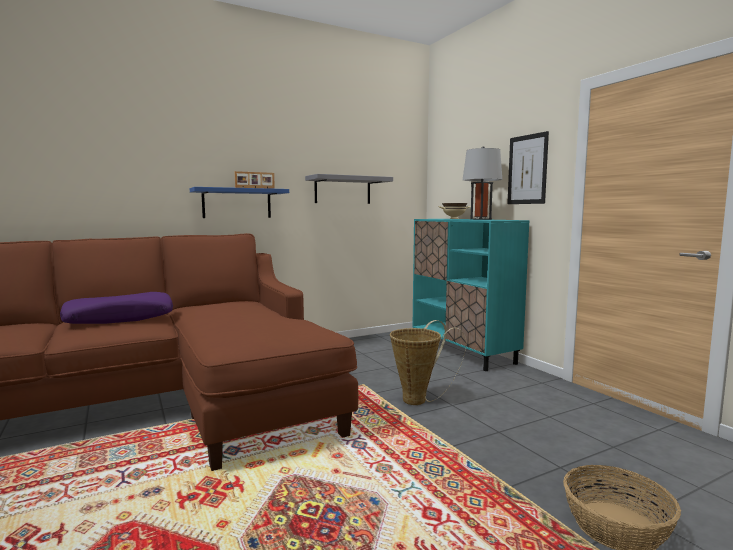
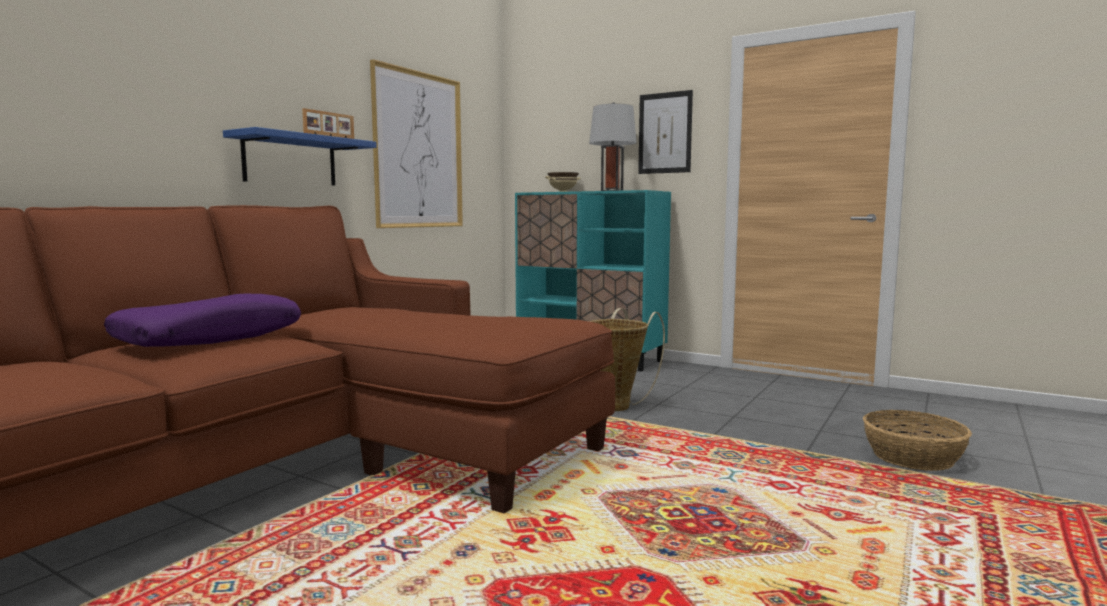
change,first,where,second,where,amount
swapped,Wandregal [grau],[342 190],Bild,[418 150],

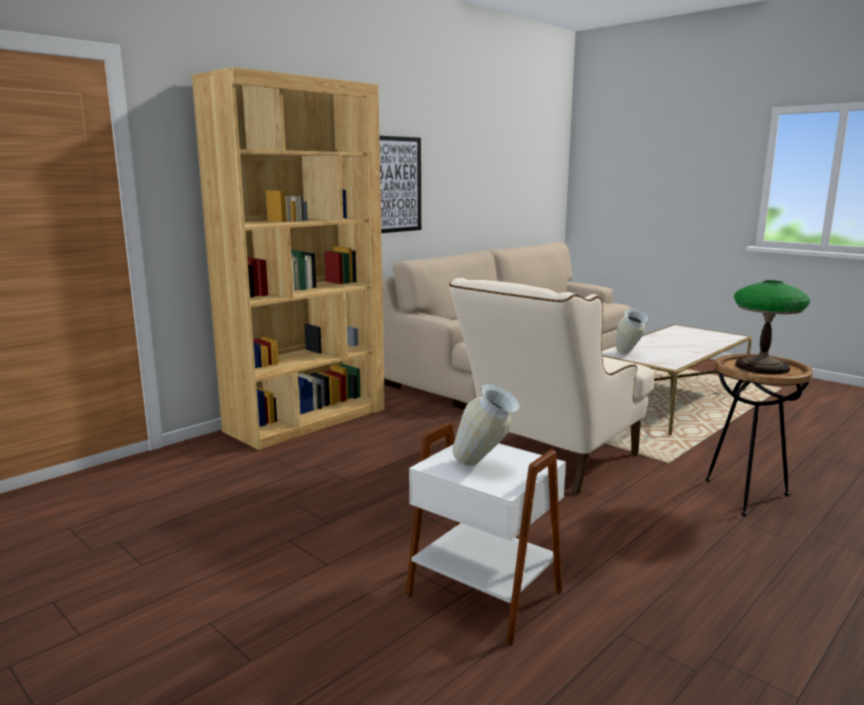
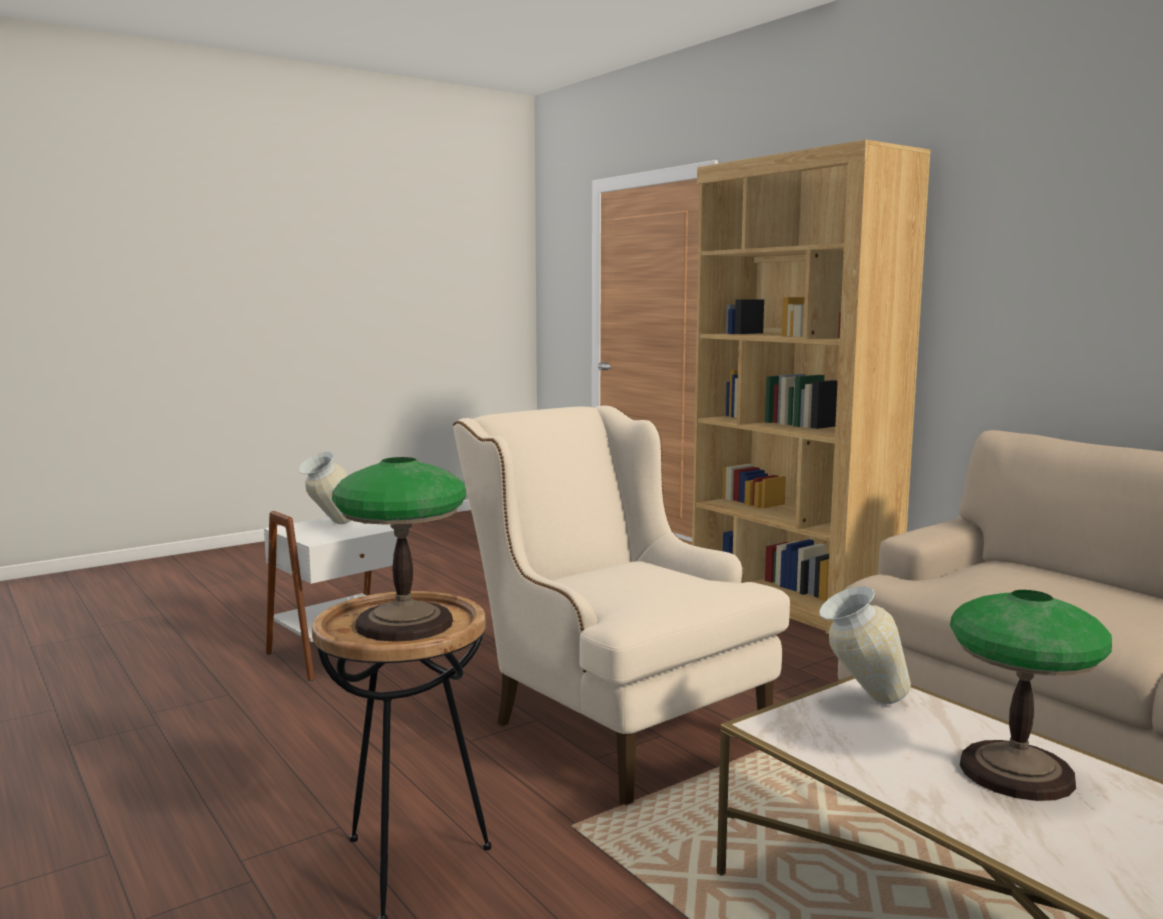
change,first,where,second,where,amount
gone,Bild,[396 184],,,
new,,,Tischlampe,[1016 772],

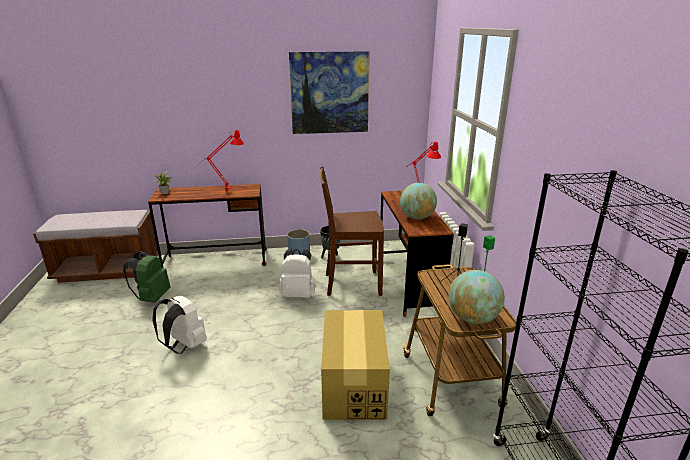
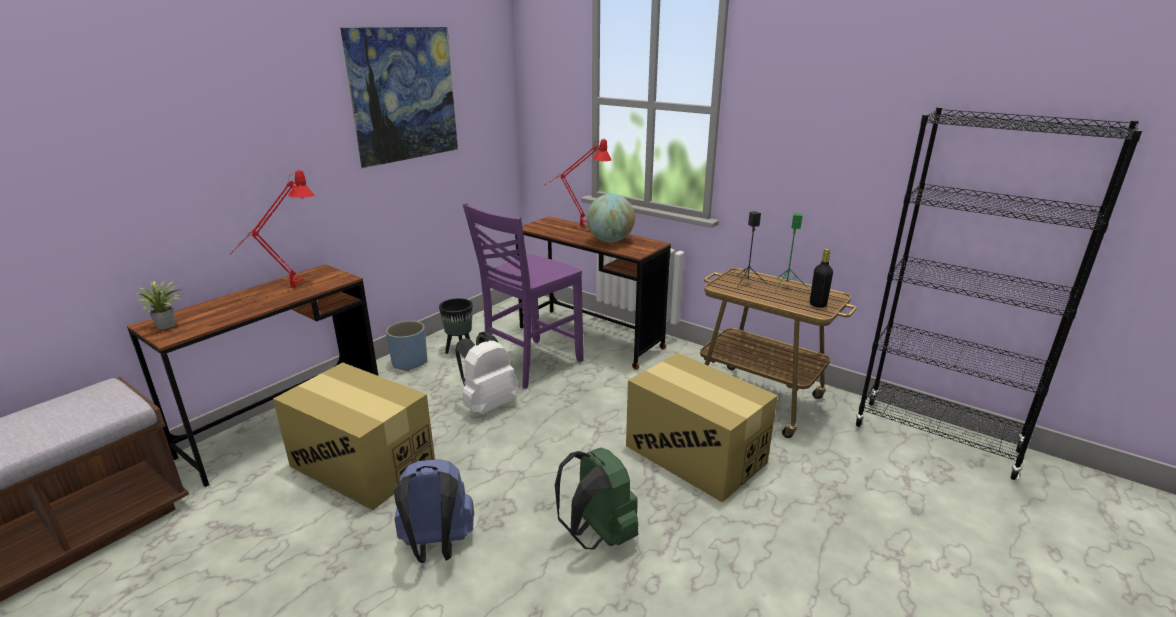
change,first,where,second,where,amount
new,,,Karton,[362 464],
shifted,Rucksack [grün],[152 298],,[598 535],
swapped,Globus,[472 319],Flasche [schwarz],[817 304],
repainted,Rucksack [weiß],[184 346],Rucksack [blau],[437 546],
repainted,Stuhl [braun],[351 283],Stuhl [lila],[530 364],

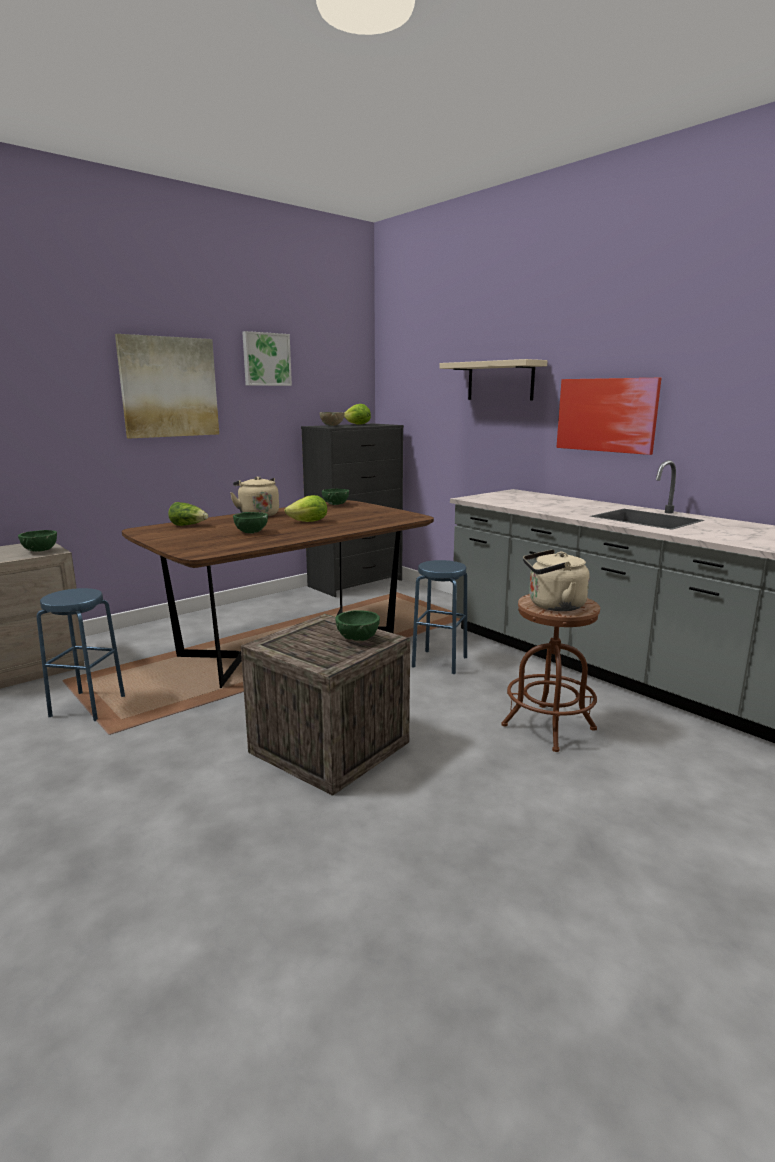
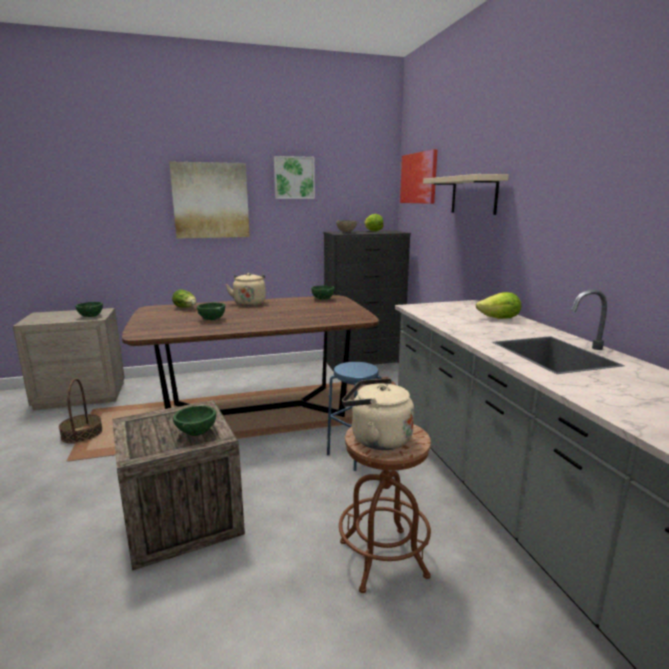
change,first,where,second,where,amount
shifted,Salatkopf,[309 522],,[499 319],
shifted,Bild,[606 415],,[418 178],
swapped,Hocker [blau],[87 706],Korb,[82 434],

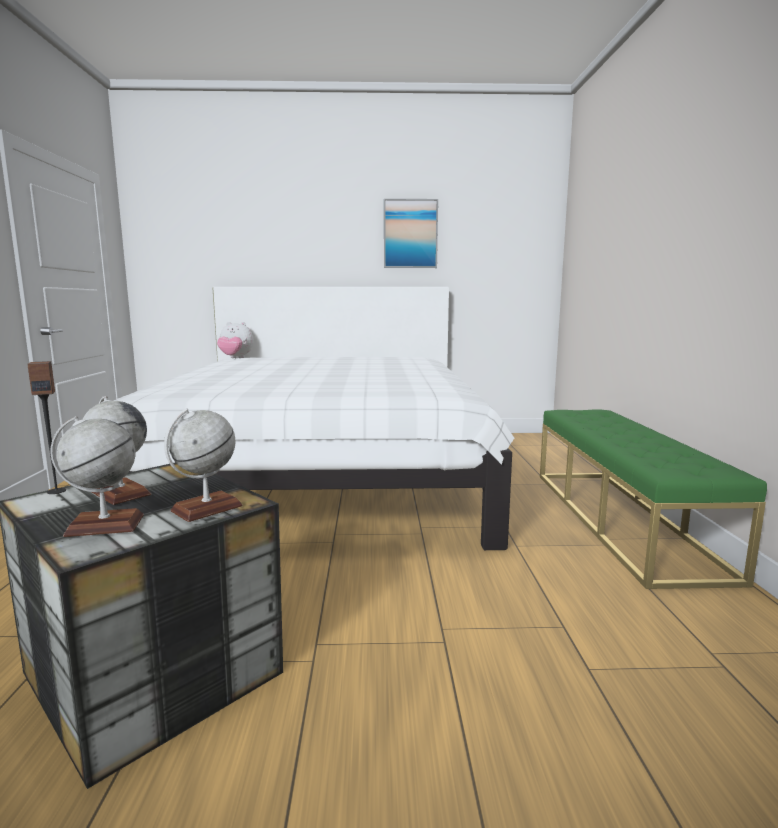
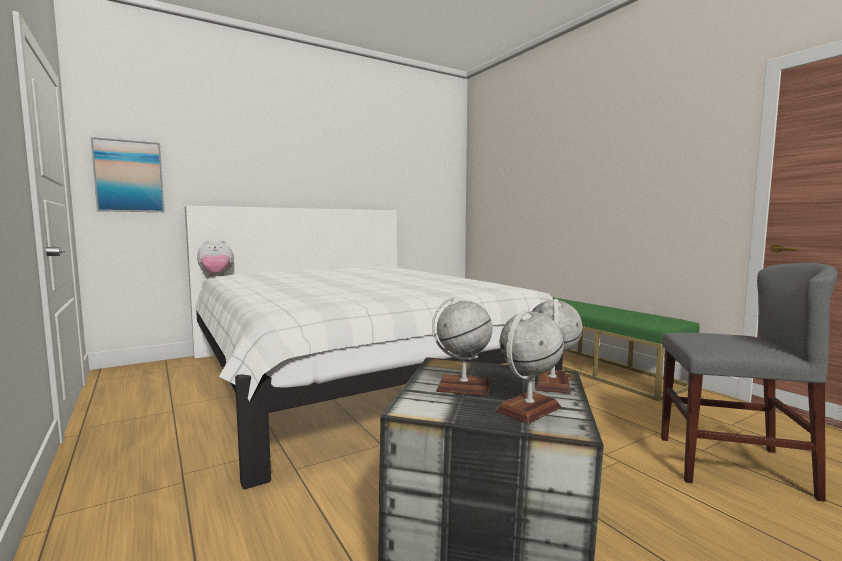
change,first,where,second,where,amount
gone,Lautsprecher,[56 491],,,
new,,,Stuhl [grau],[731 465],
shifted,Bild,[410 234],,[129 176],

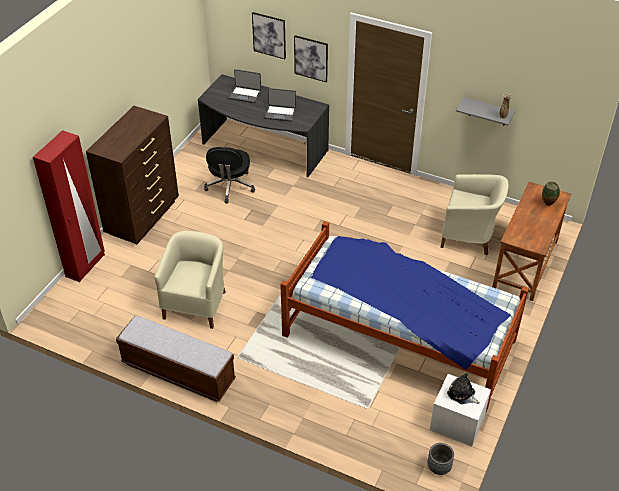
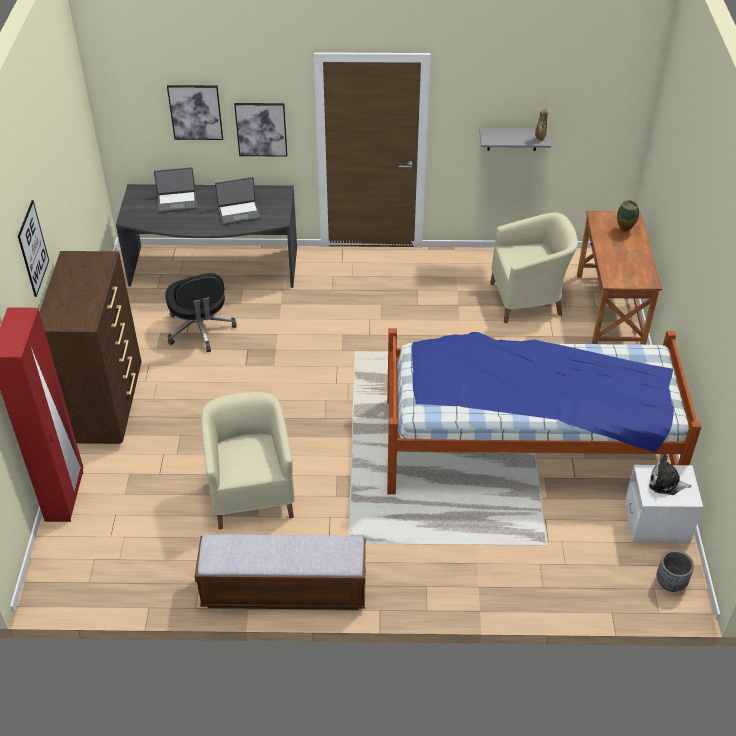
change,first,where,second,where,amount
new,,,Bild,[33 248],

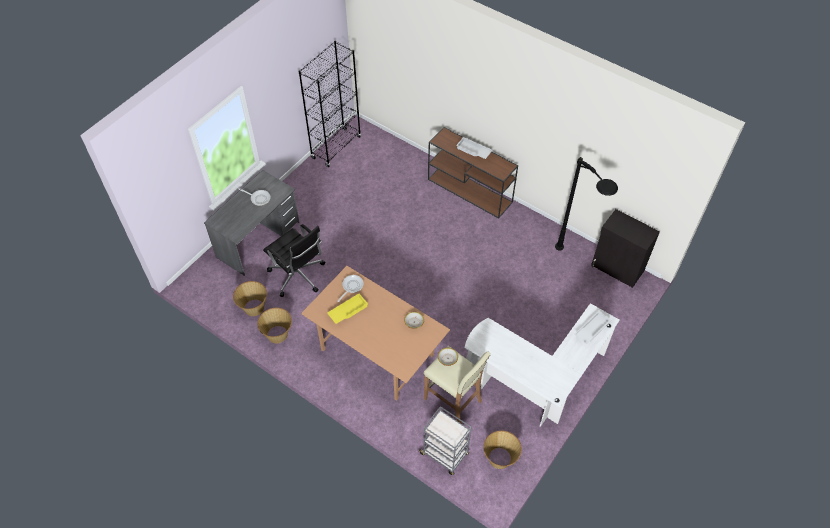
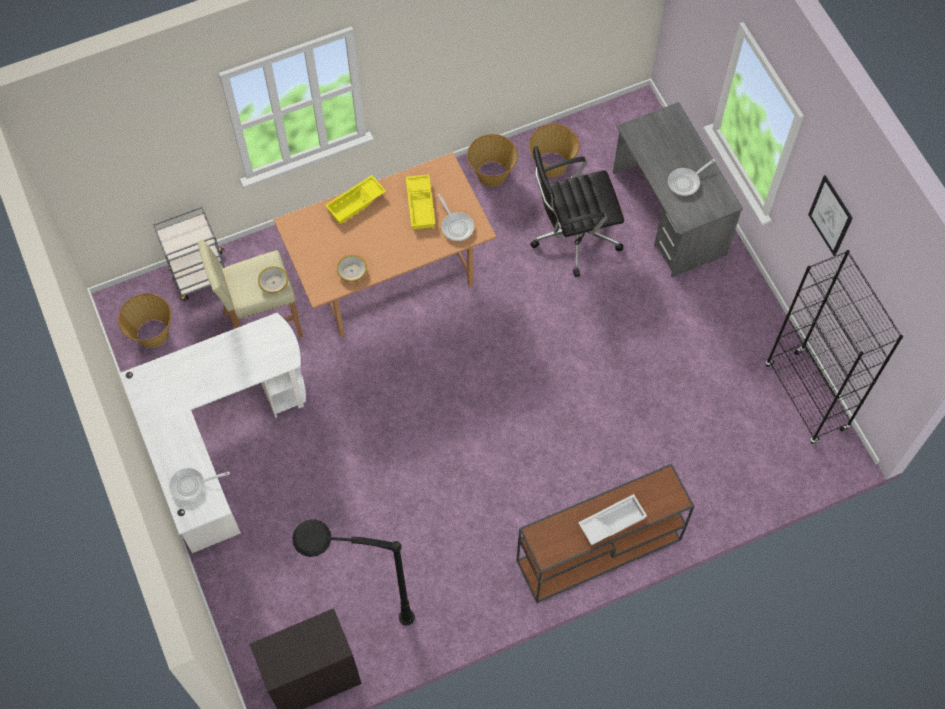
change,first,where,second,where,amount
new,,,Tablett [gelb],[356 203],
new,,,Bild,[830 216],
swapped,Tablett [weiß],[591 329],Pfanne,[191 485],

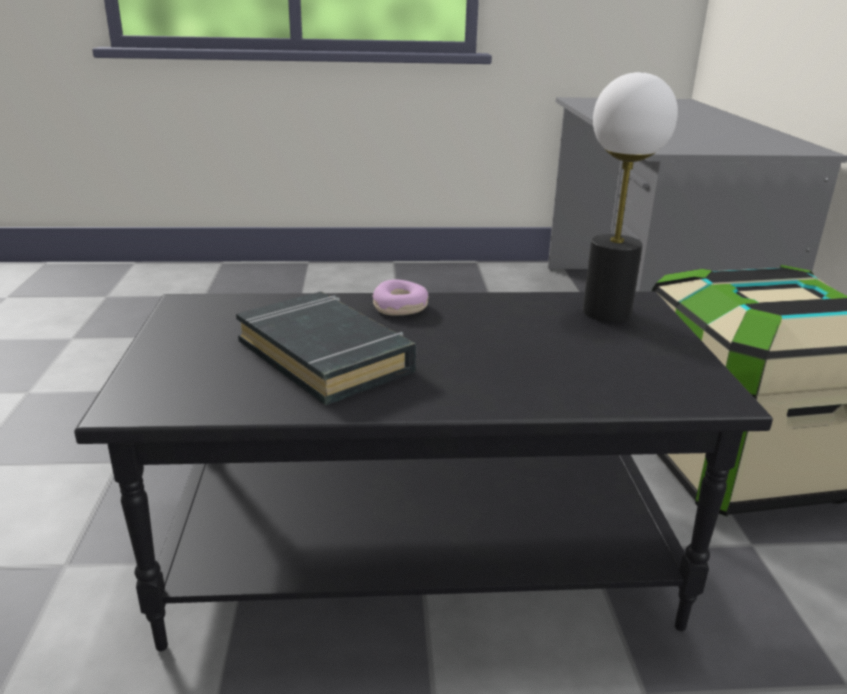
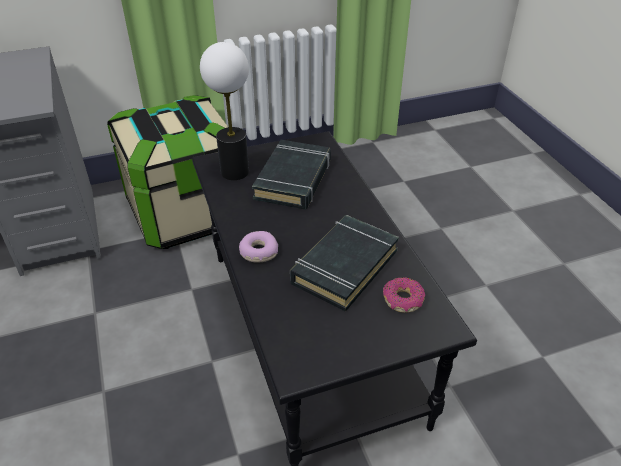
change,first,where,second,where,amount
new,,,Buch [schwarz],[293 179],
new,,,Donut,[402 300],

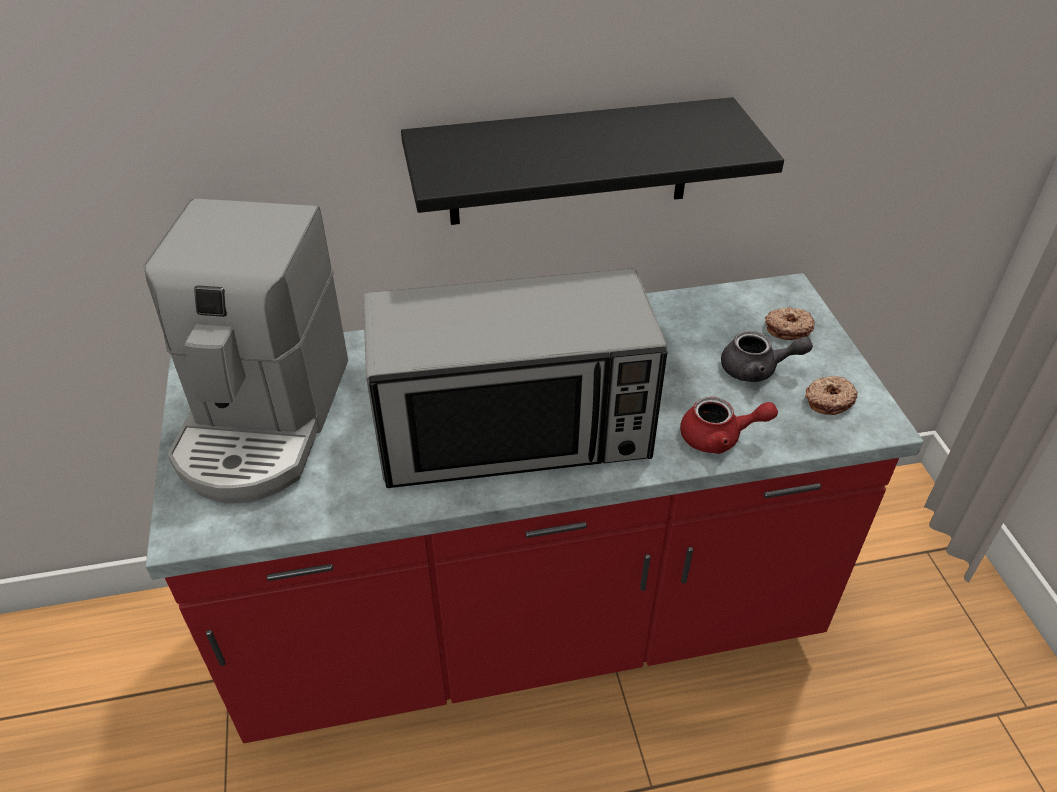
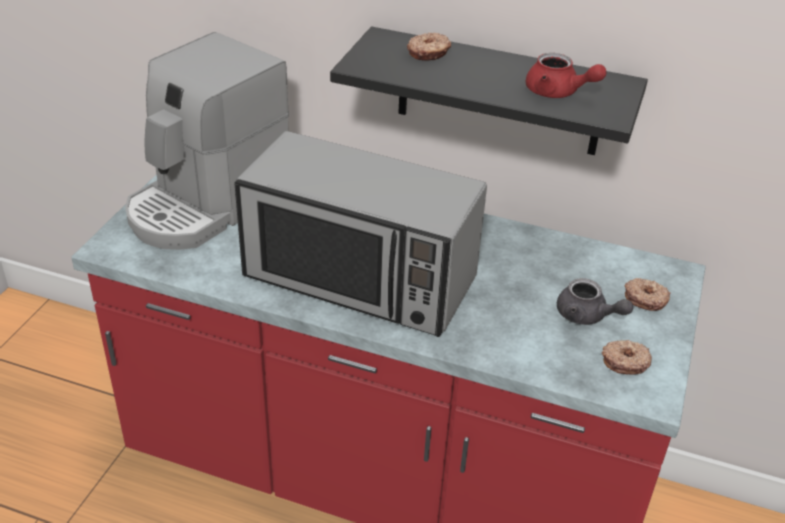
change,first,where,second,where,amount
new,,,Donut,[429 53],
shifted,Teekanne [rot],[719 437],,[558 92],

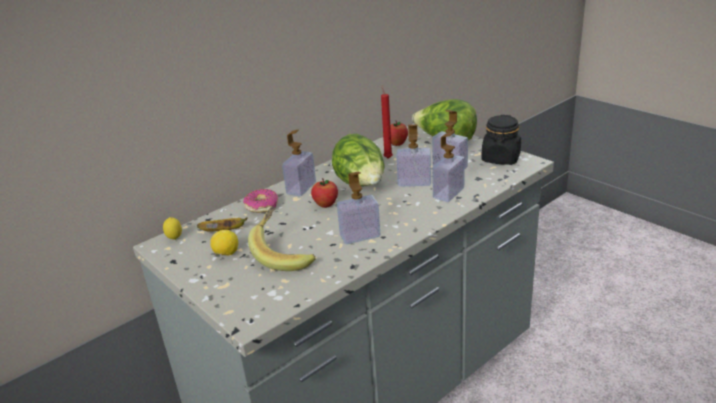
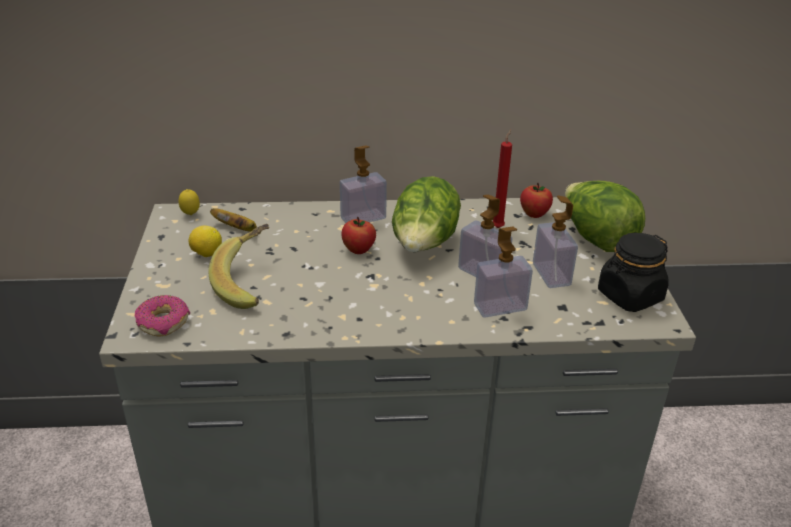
change,first,where,second,where,amount
gone,Seifenspender,[360 236],,,
shifted,Donut,[262 206],,[163 322],

